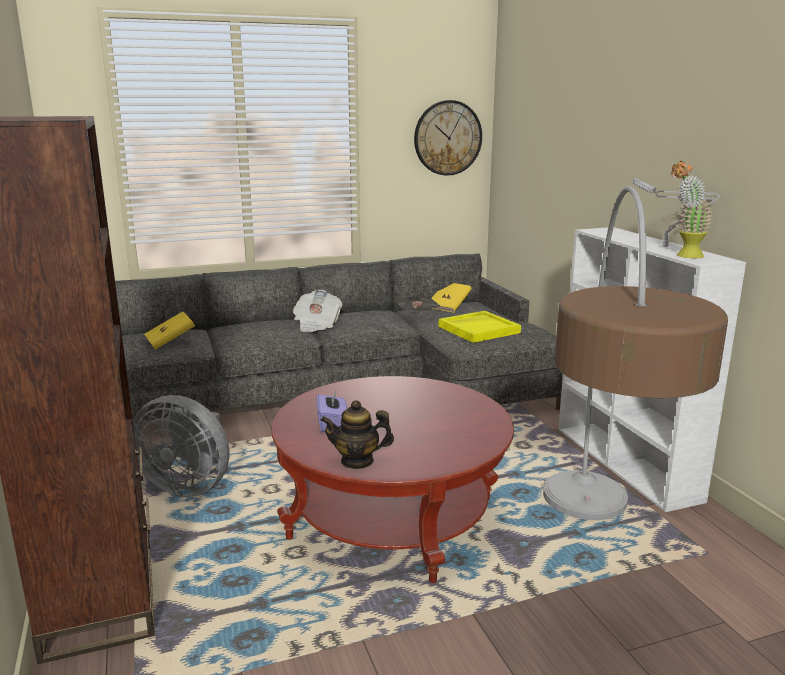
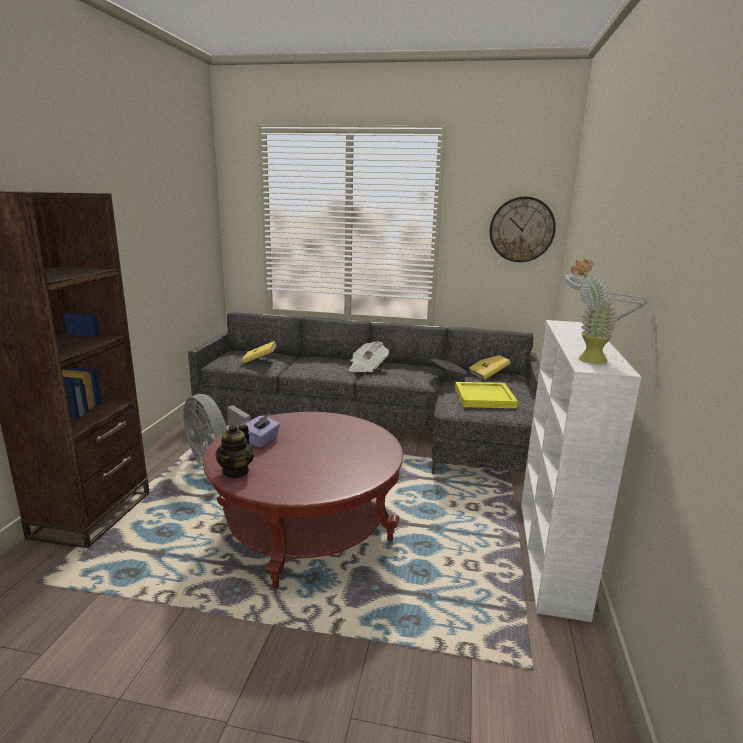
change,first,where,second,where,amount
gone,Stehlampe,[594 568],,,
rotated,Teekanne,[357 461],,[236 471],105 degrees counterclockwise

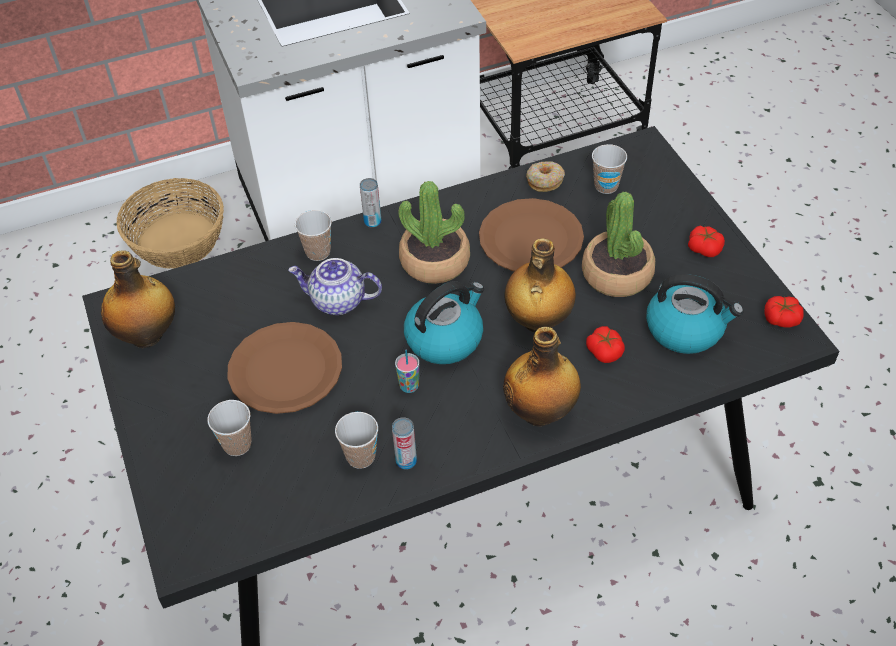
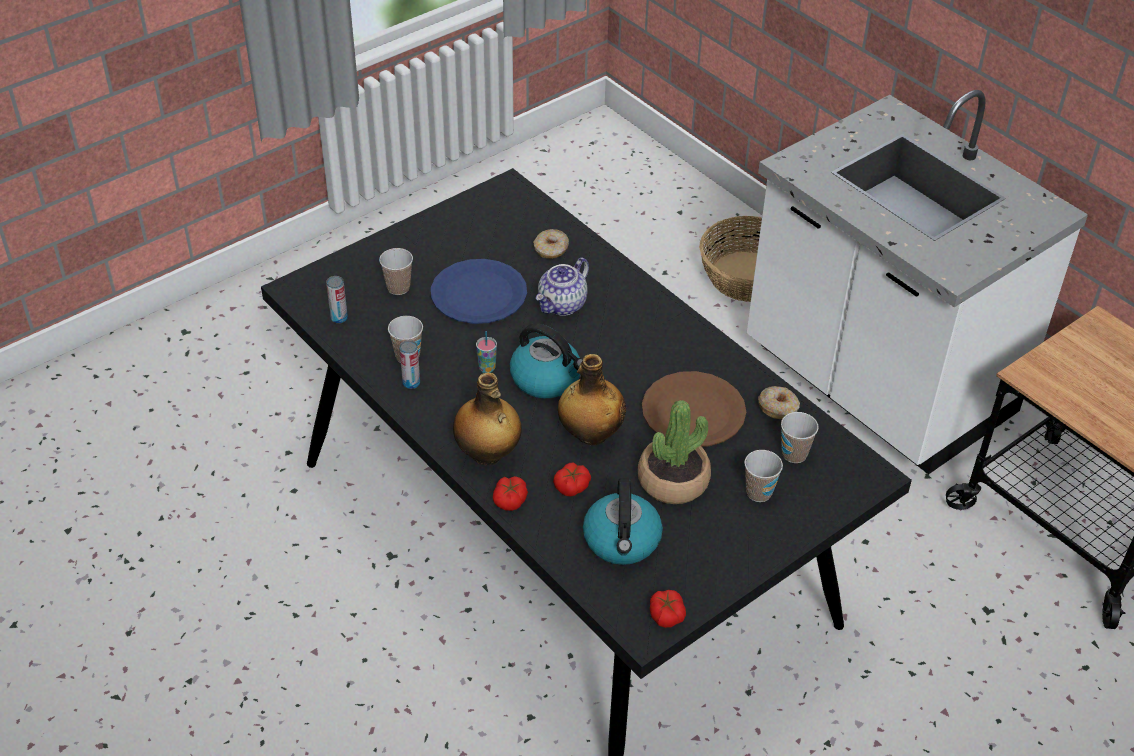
change,first,where,second,where,amount
gone,Flasche,[148 335],,,
gone,Topfpflanze,[435 261],,,
new,,,Donut,[551 249],
shifted,Tasse,[318 252],,[759 492],
shifted,Dose,[372 222],,[339 318],
shifted,Tomate,[704 248],,[510 500],
repainted,Teller [braun],[285 369],Teller [blau],[479 294],
rotated,Teekanne,[337 301],,[562 305],135 degrees counterclockwise

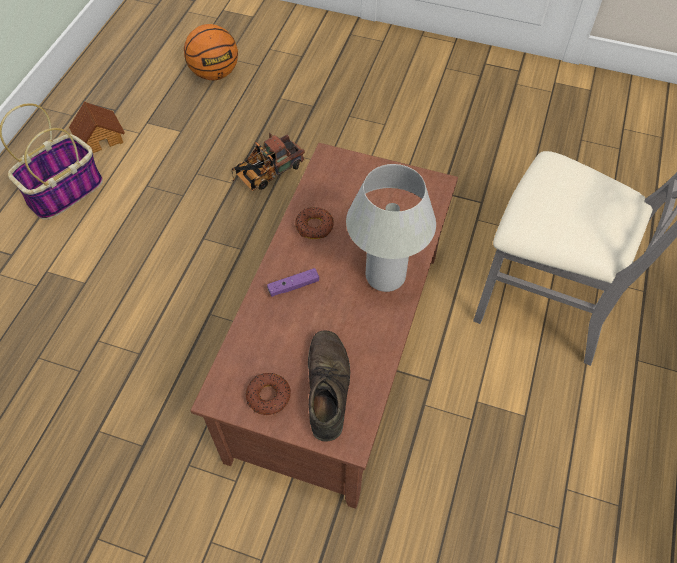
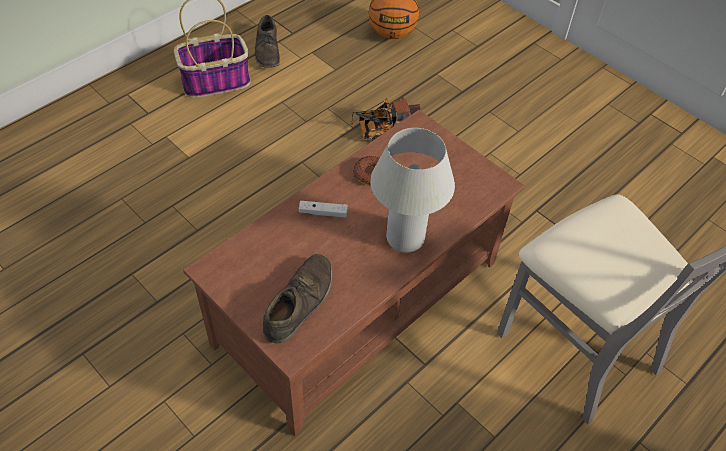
change,first,where,second,where,amount
gone,Donut,[268 396],,,
swapped,Spielzeughaus,[100 138],Schuh [braun],[268 50],
repainted,Gamepad [lila],[293 286],Gamepad [weiß],[323 213],

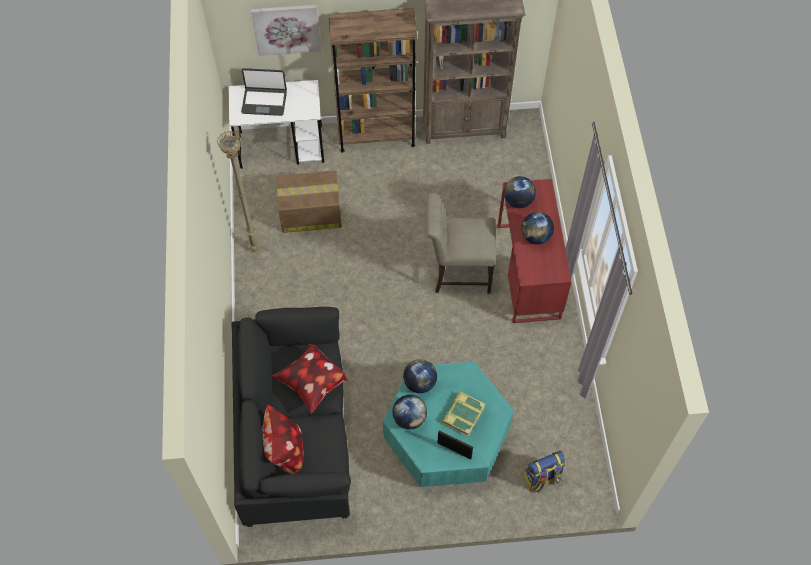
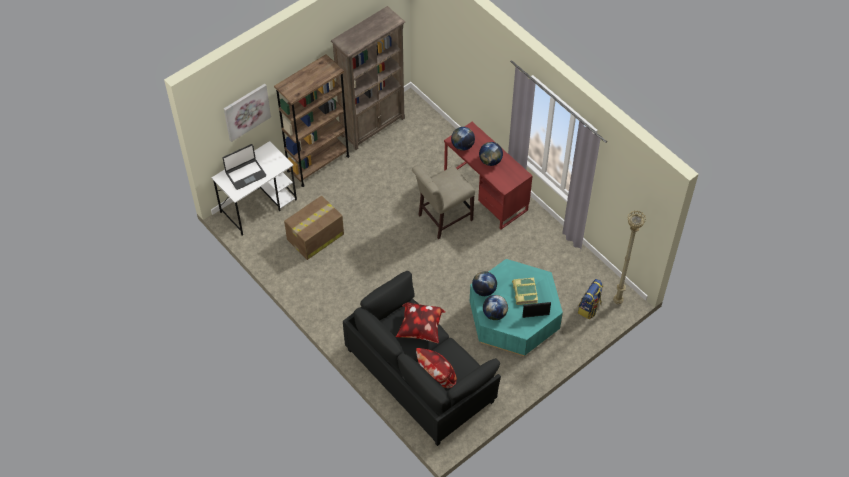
change,first,where,second,where,amount
shifted,Stehlampe [beige],[254 249],,[617 302],

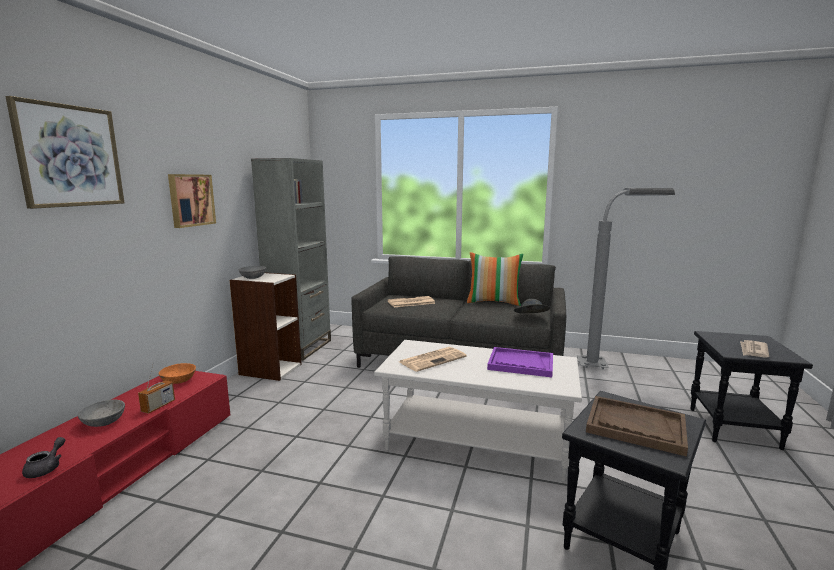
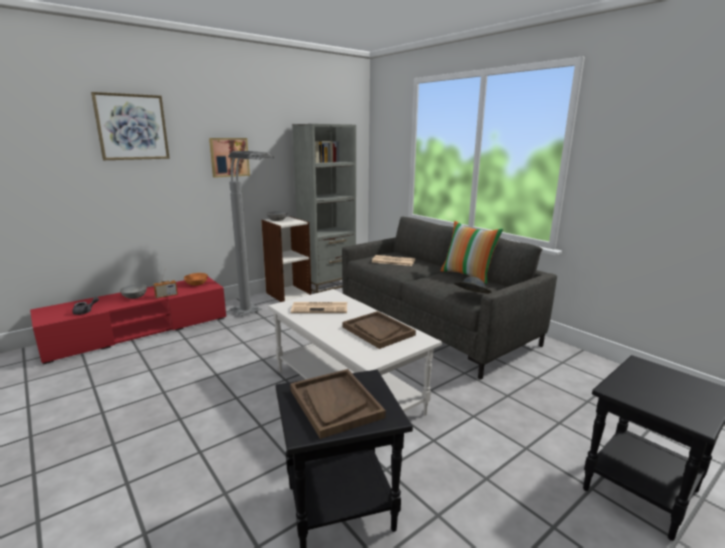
change,first,where,second,where,amount
gone,Zeitung,[753 351],,,
shifted,Stehlampe [grau],[612 365],,[255 316],
repainted,Tablett [lila],[520 364],Tablett [braun],[378 331],

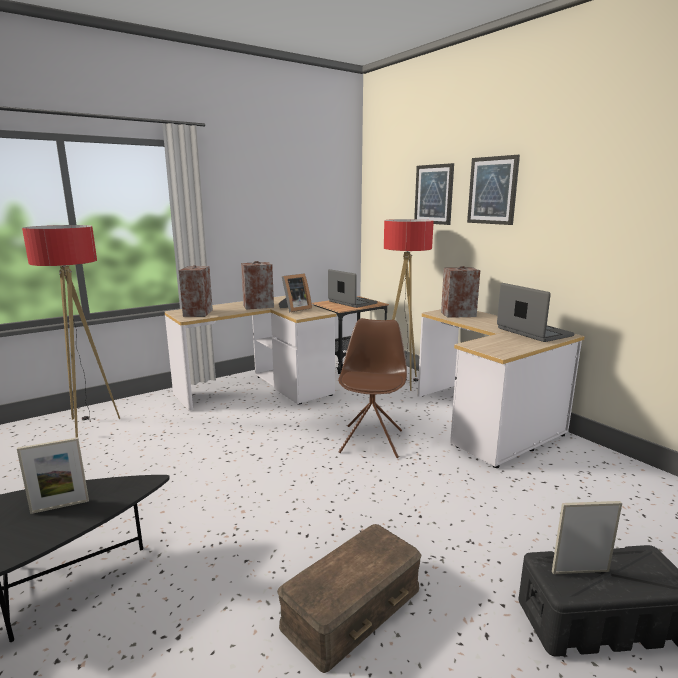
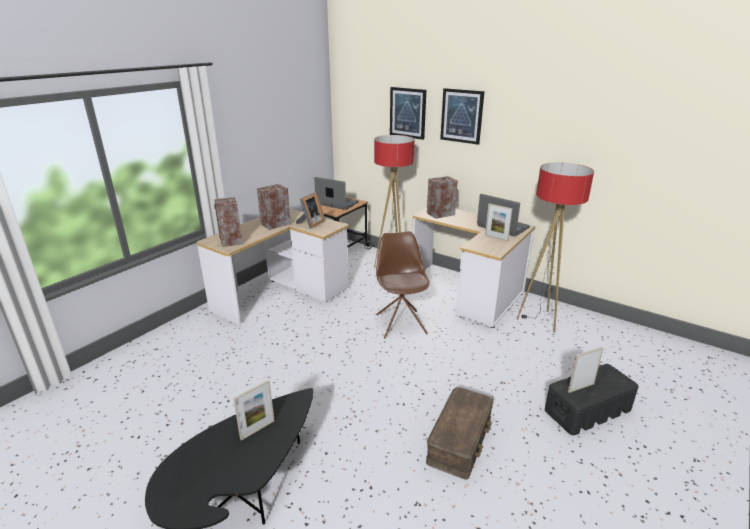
change,first,where,second,where,amount
new,,,Bilderrahmen,[496 238],
shifted,Stehlampe,[90 425],,[539 321],

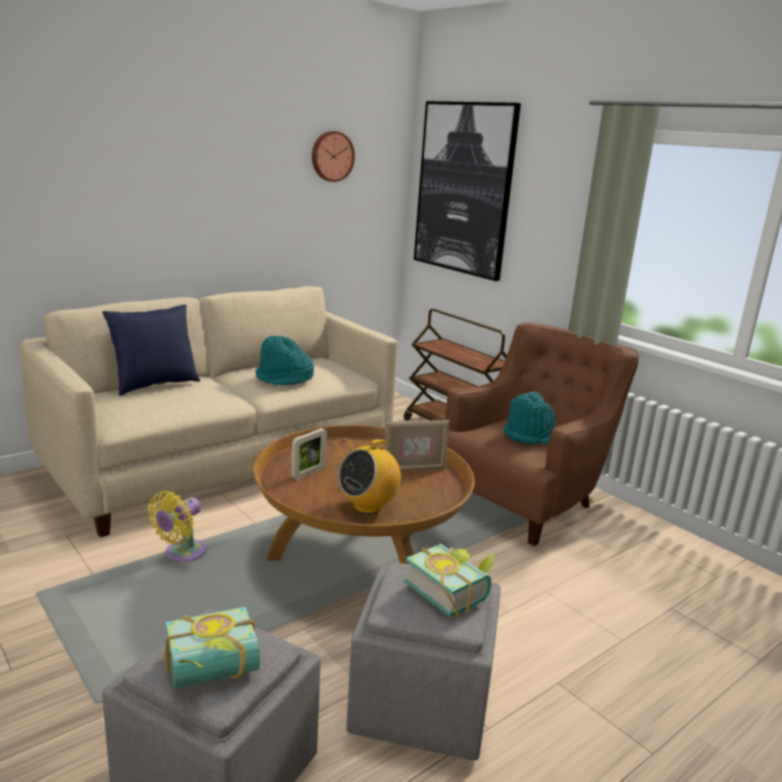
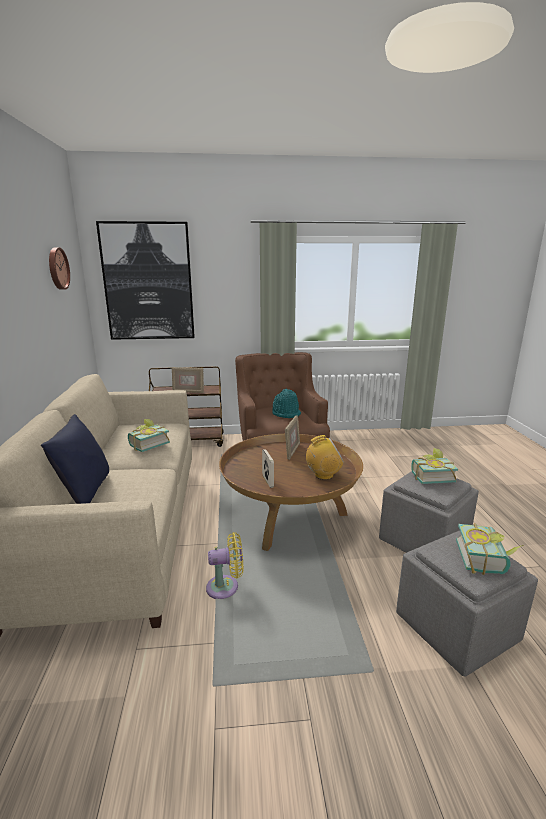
change,first,where,second,where,amount
new,,,Bilderrahmen,[188 392],
swapped,Hut [türkis],[284 379],Buch,[147 444],
rotated,Ventilator [gelb],[182 554],,[226 587],75 degrees counterclockwise
rotated,Radio,[368 506],,[323 475],90 degrees counterclockwise

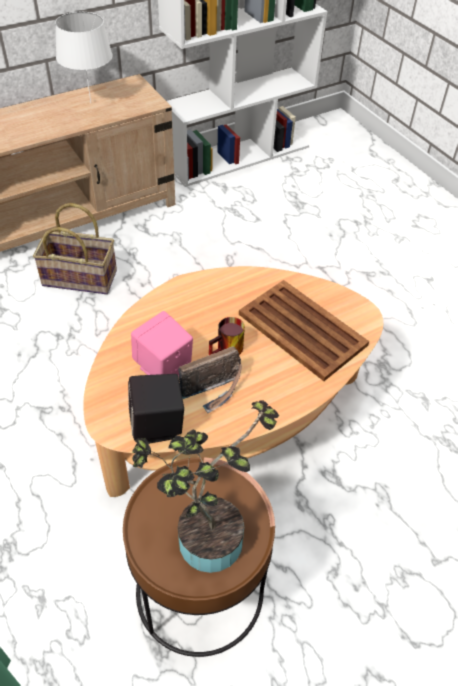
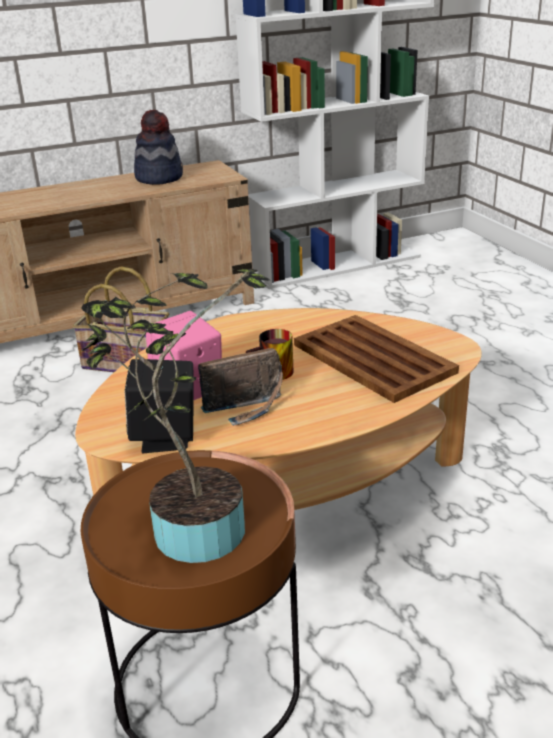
change,first,where,second,where,amount
swapped,Tischlampe [weiß],[90 103],Hut,[159 178],

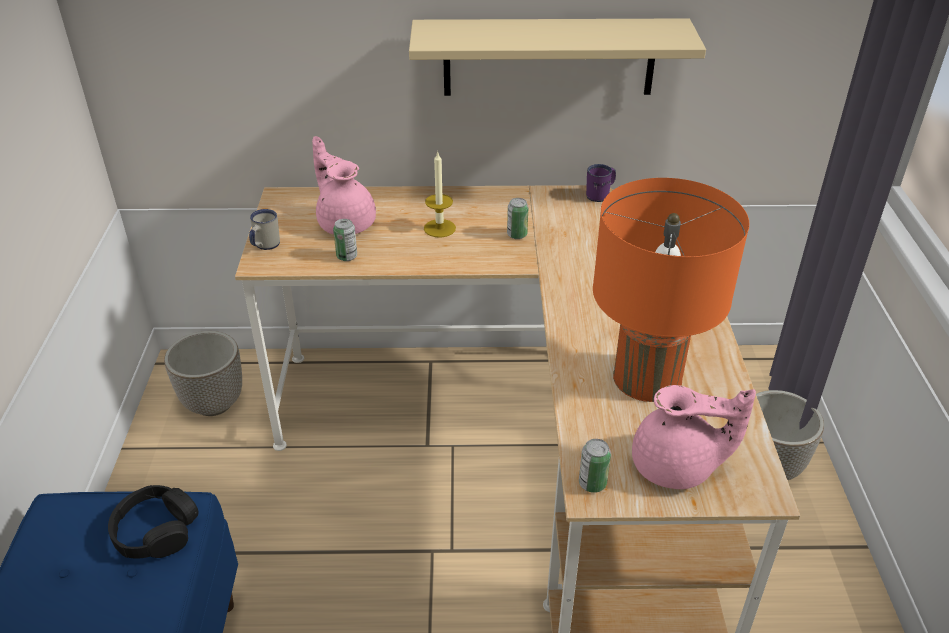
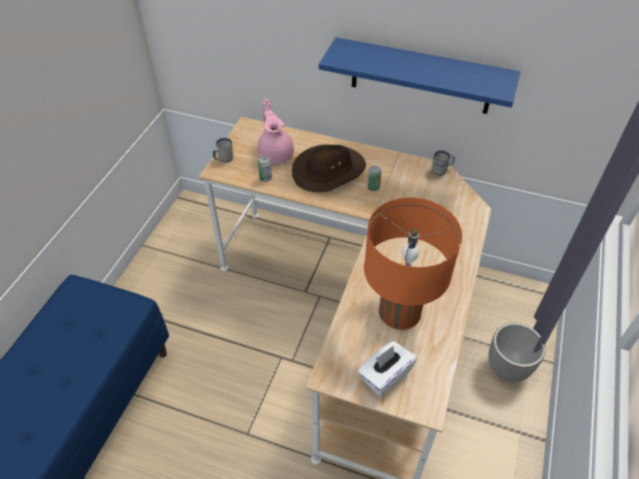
change,first,where,second,where,amount
gone,Kopfhörer [schwarz],[156 531],,,
gone,Pflanzkübel,[214 403],,,
gone,Dose,[592 483],,,
swapped,Kerze,[439 228],Hut [braun],[328 171],
swapped,Teekanne [rosa],[676 467],Taschentuchbox [weiß],[385 376],
repainted,Wandregal [beige],[549 57],Wandregal [blau],[421 77],
repainted,Henkelbecher [lila],[600 195],Henkelbecher [weiß],[442 170],

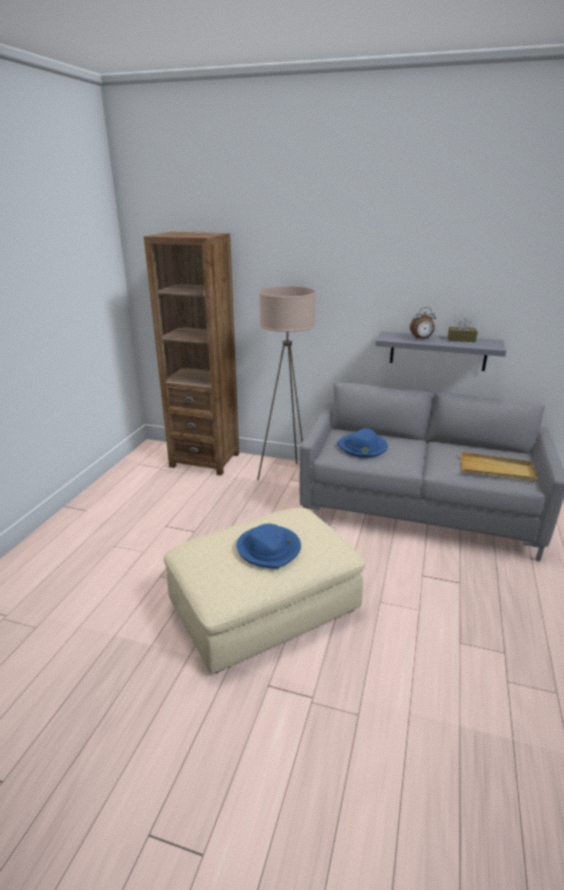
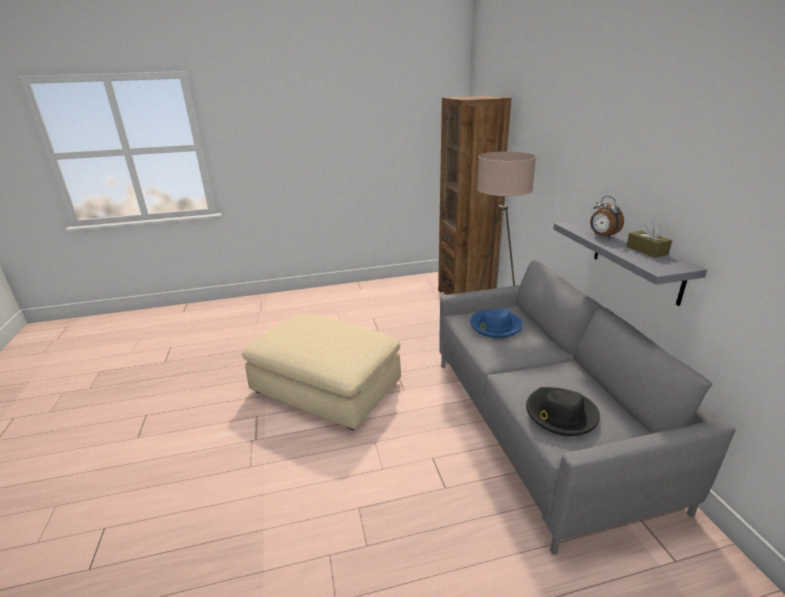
change,first,where,second,where,amount
gone,Hut [blau],[269 549],,,
swapped,Tablett [beige],[497 470],Hut [schwarz],[560 414],

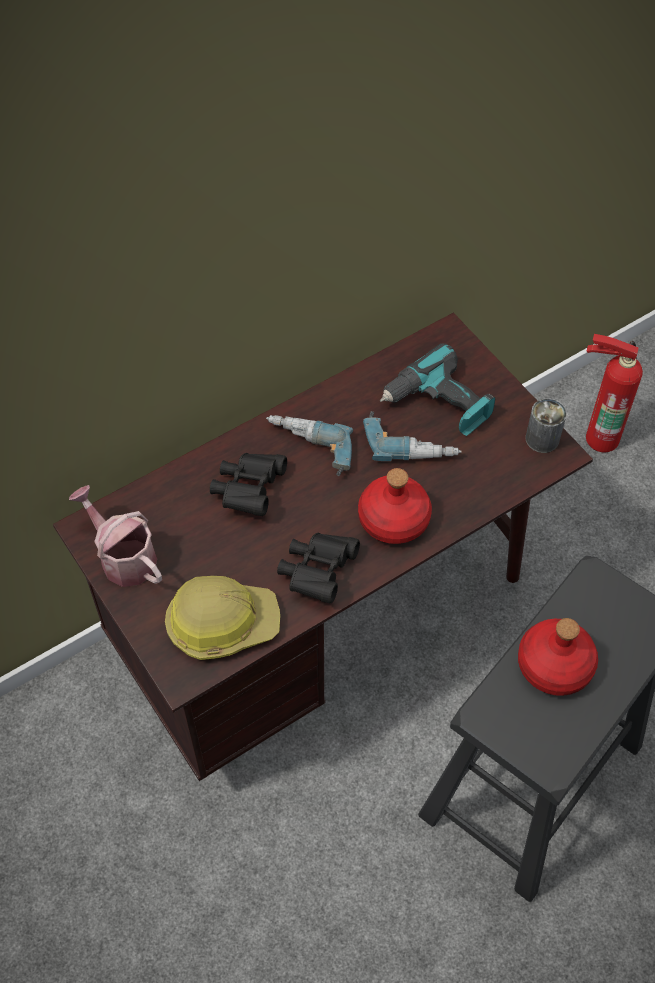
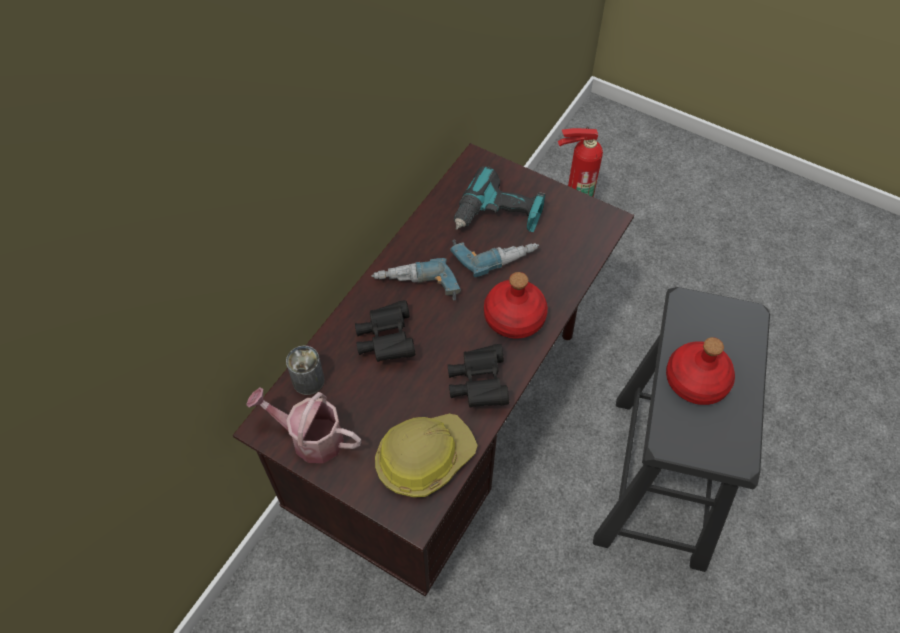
change,first,where,second,where,amount
shifted,Dose,[542 439],,[308 381],

